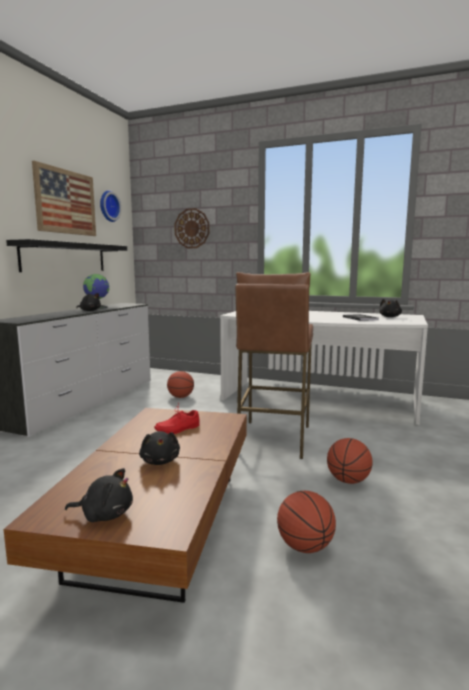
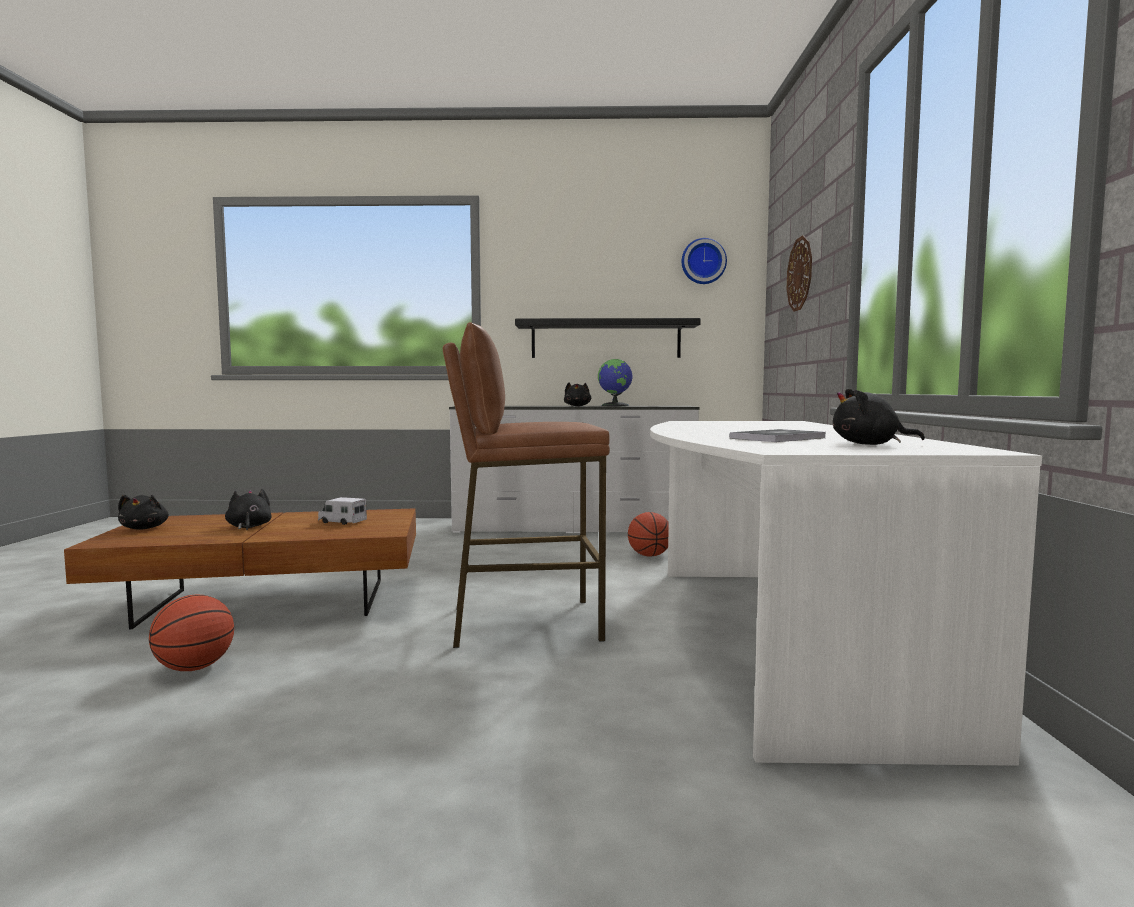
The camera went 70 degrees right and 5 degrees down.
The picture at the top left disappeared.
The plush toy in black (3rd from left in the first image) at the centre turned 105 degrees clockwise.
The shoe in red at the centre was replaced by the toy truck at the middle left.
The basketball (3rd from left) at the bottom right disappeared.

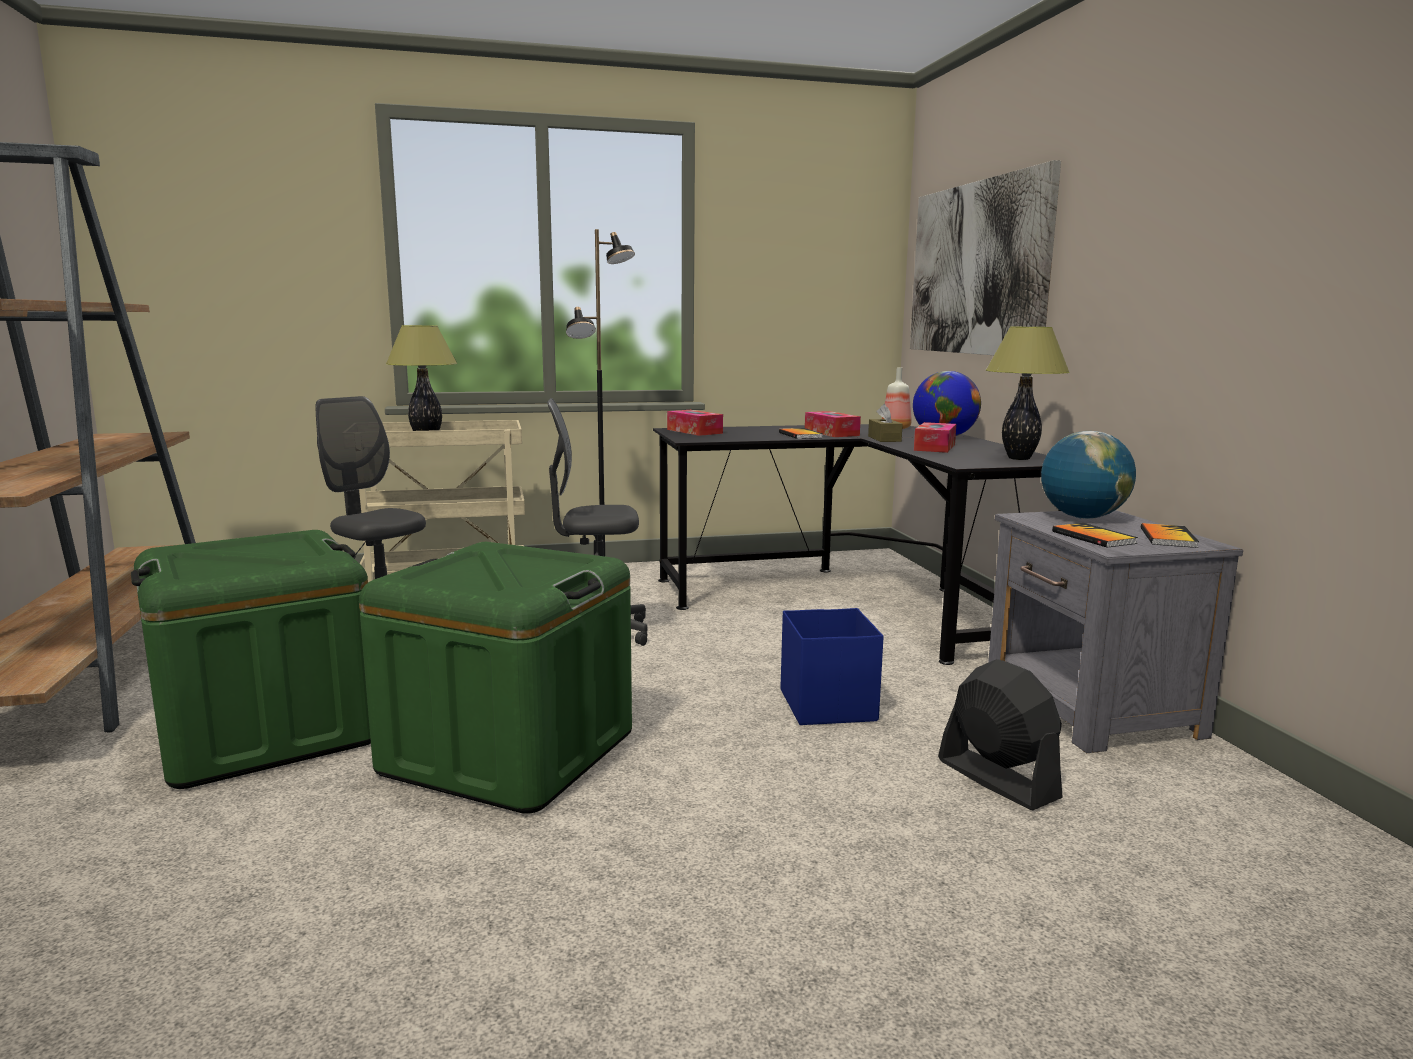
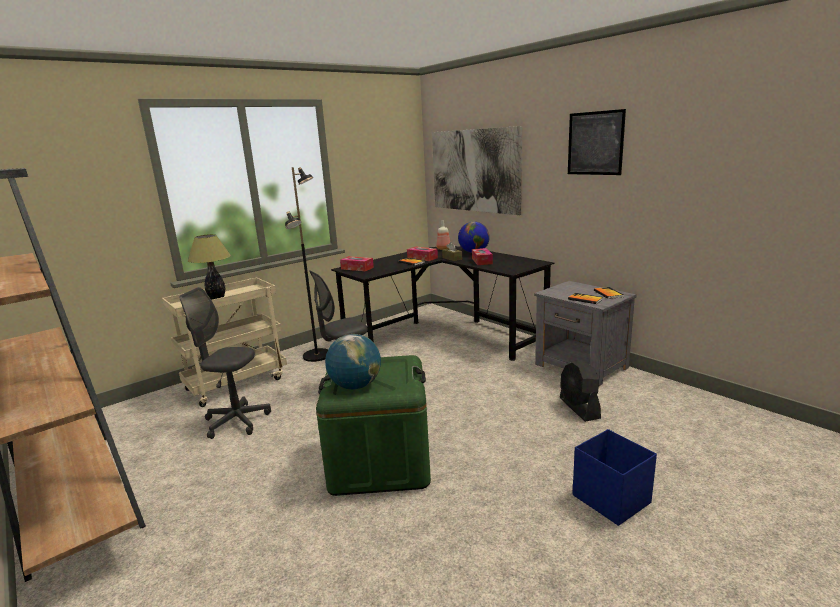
The camera went 25 degrees left and 5 degrees up.
The storage box in green (1st from left) at the middle left disappeared.
The storage box in blue moved from the centre to the bottom right.
The fan in black at the bottom right turned 135 degrees counterclockwise.
The table lamp (2nd from left) at the middle right disappeared.
The globe (2nd from left in the first image) moved from the middle right to the centre.
The picture (2nd from left) at the top right appeared.

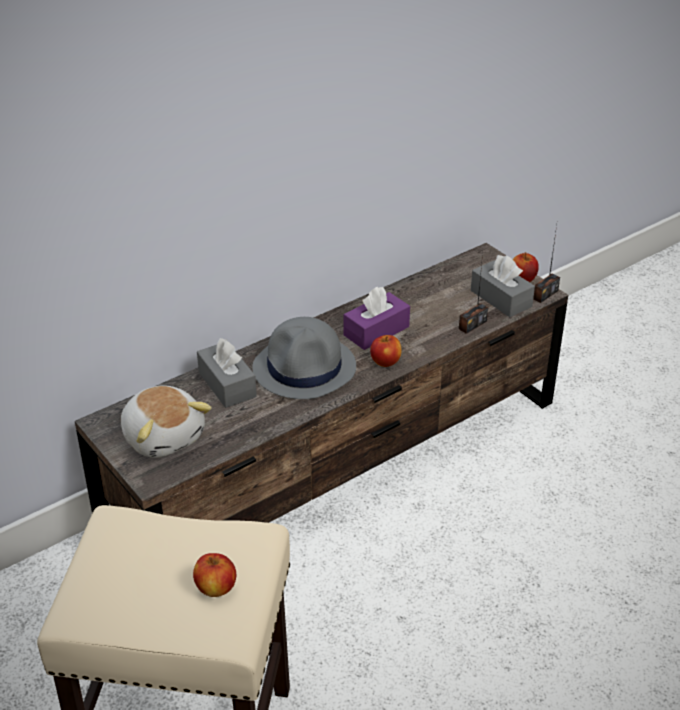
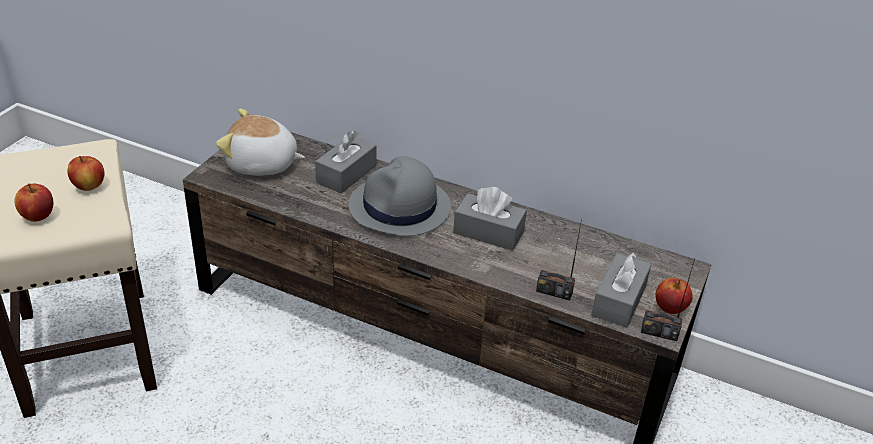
The camera went 60 degrees right and 0 degrees up.
The plush toy at the middle left turned 75 degrees clockwise.
The tissue box in purple at the centre became the tissue box in grey (2nd from left) at the centre.
The apple (2nd from left) moved from the centre to the middle left.

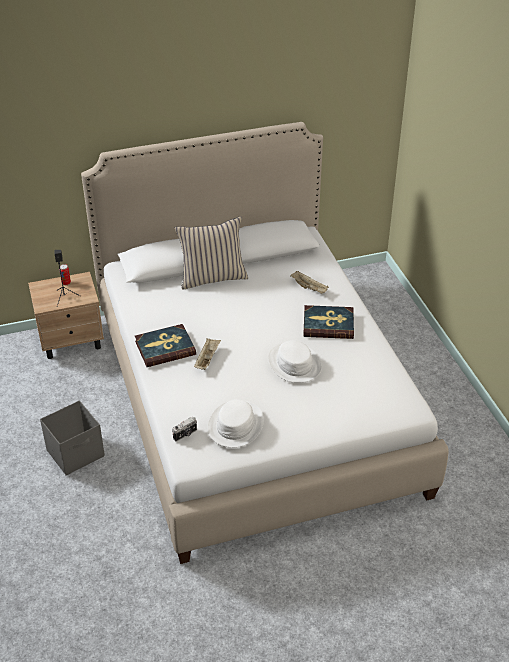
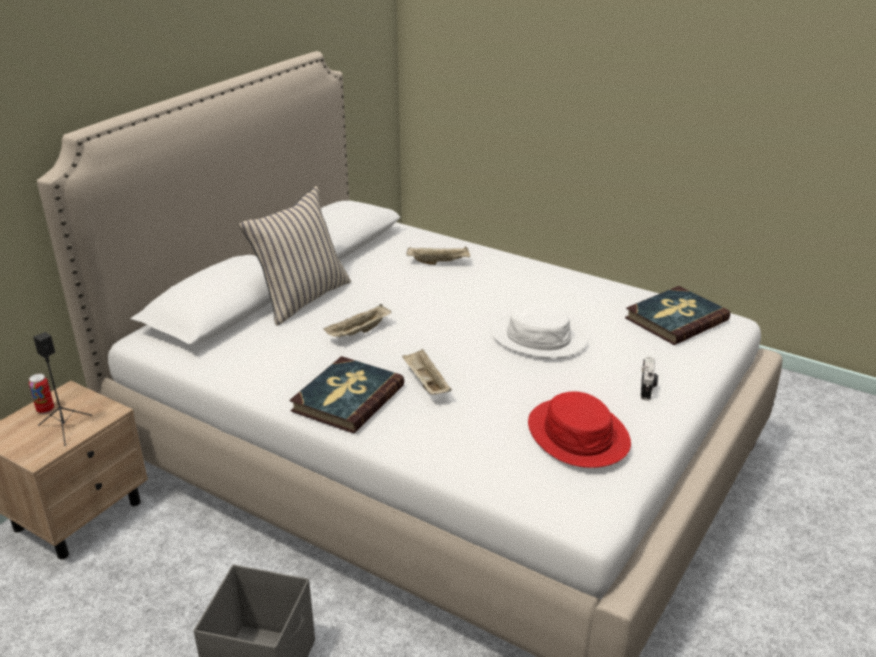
The camera went 40 degrees left and 10 degrees down.
The photo camera moved from the centre to the middle right.
The hat in white (1st from left) at the centre became the hat in red at the centre.
The book (2nd from left) moved from the centre to the middle right.
The tray in beige (1st from left) at the centre appeared.

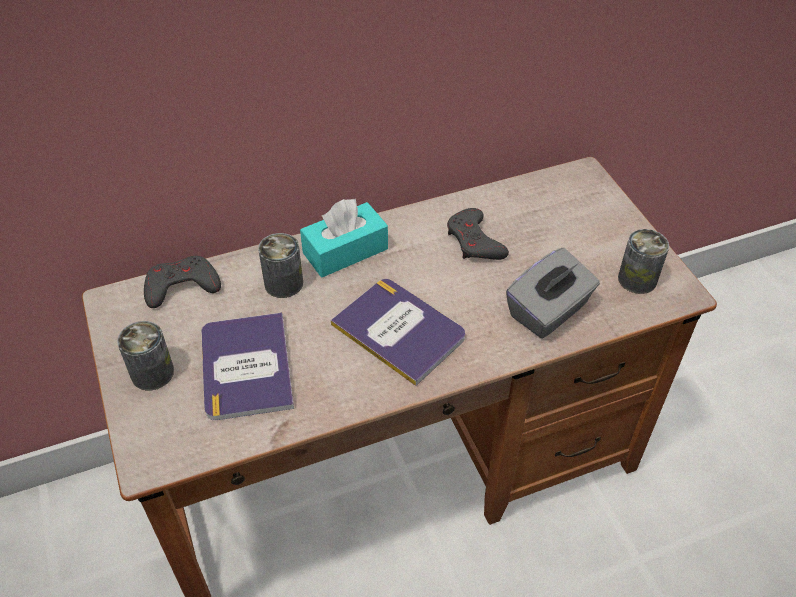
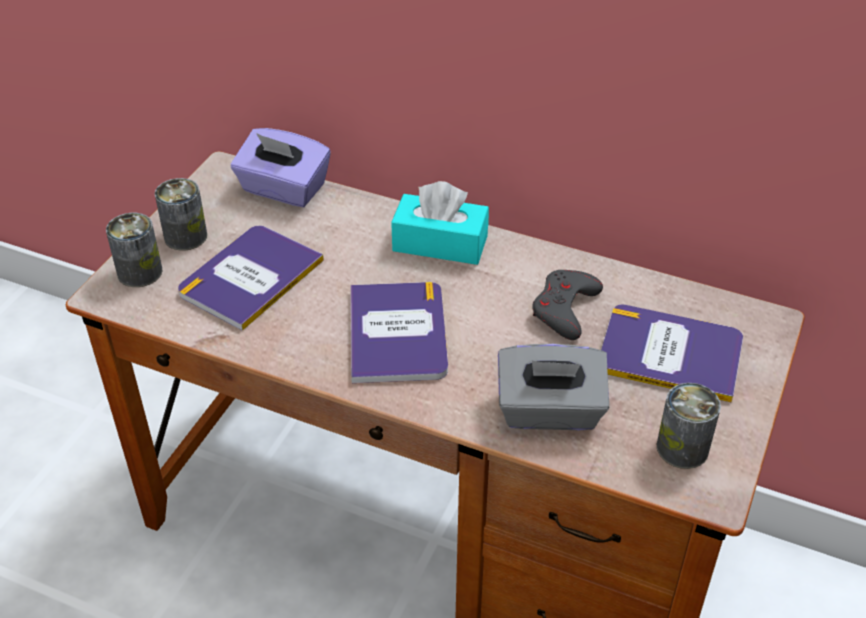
The camera went 45 degrees right and 5 degrees down.
The game controller in grey (1st from left) at the middle left was replaced by the tissue box in purple at the top left.
The can (2nd from left in the first image) moved from the centre to the middle left.
The book (3rd from left) at the middle right appeared.

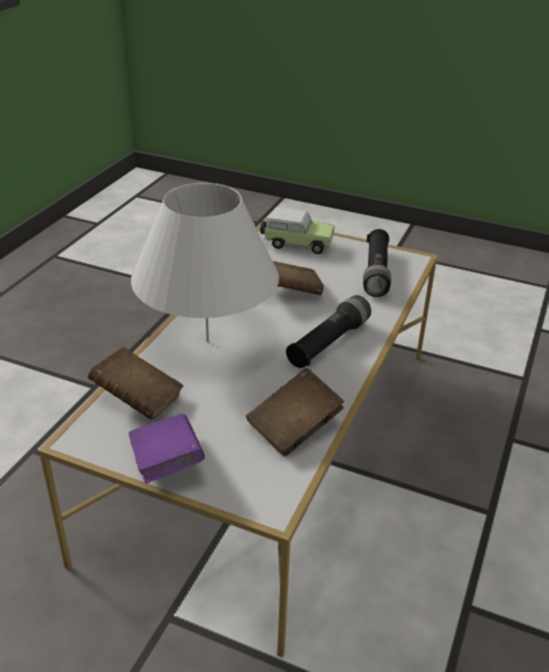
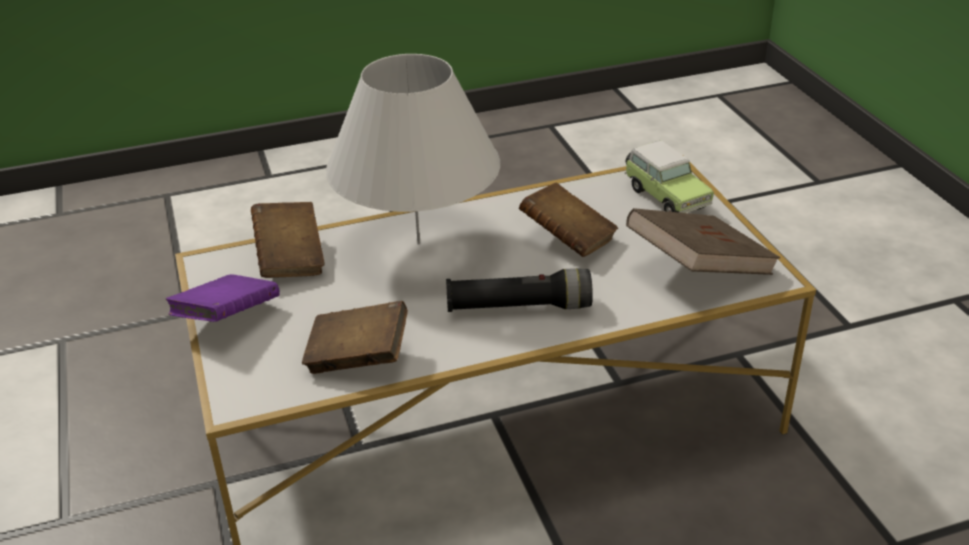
The camera went 50 degrees right and 0 degrees up.
The flashlight in black (2nd from left) at the middle right was replaced by the book in brown (4th from left) at the middle right.

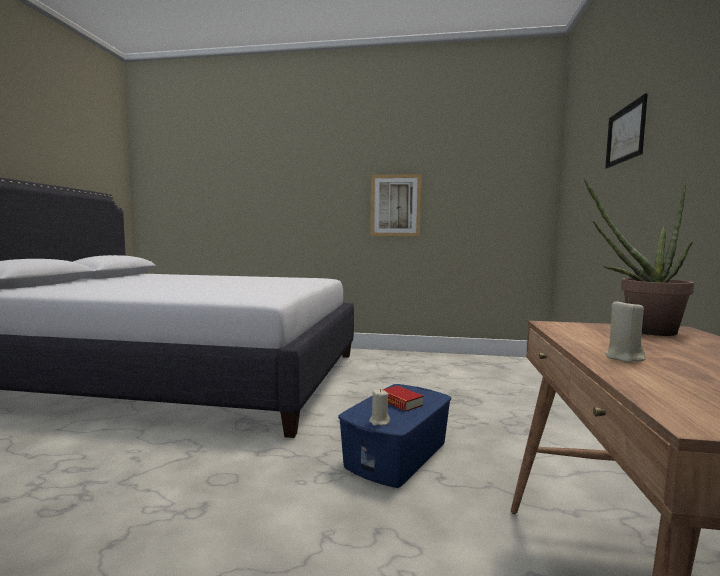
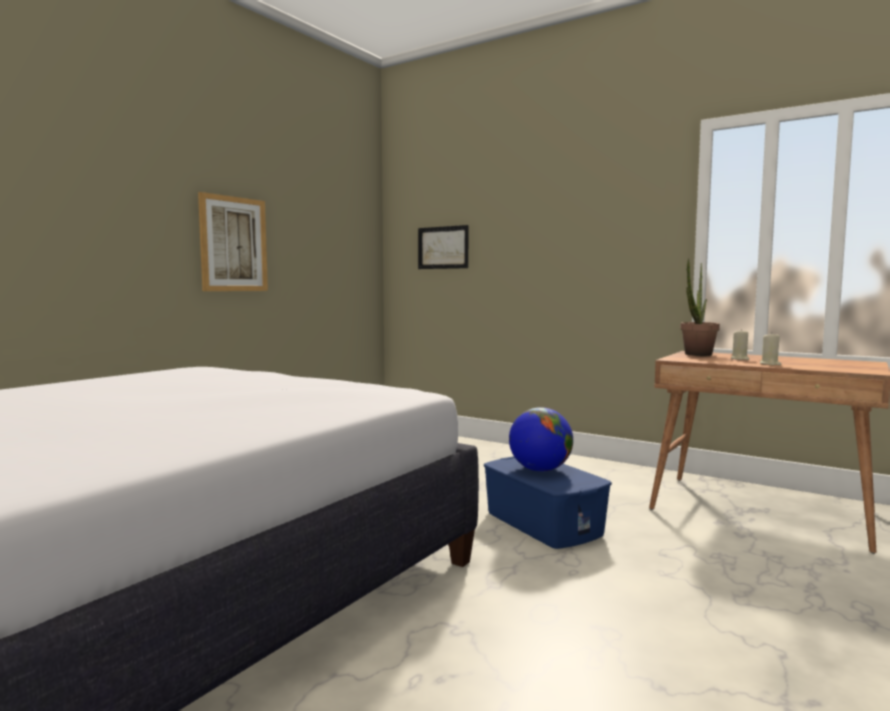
The camera went 65 degrees left and 0 degrees up.
The candle in beige (1st from left) moved from the bottom centre to the middle right.
The book at the bottom centre was replaced by the globe at the centre.
The picture (2nd from left) moved from the top right to the centre.

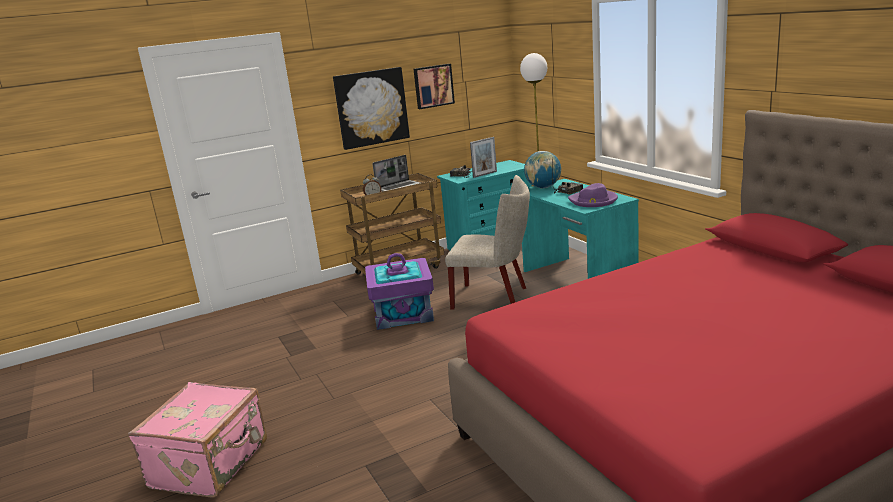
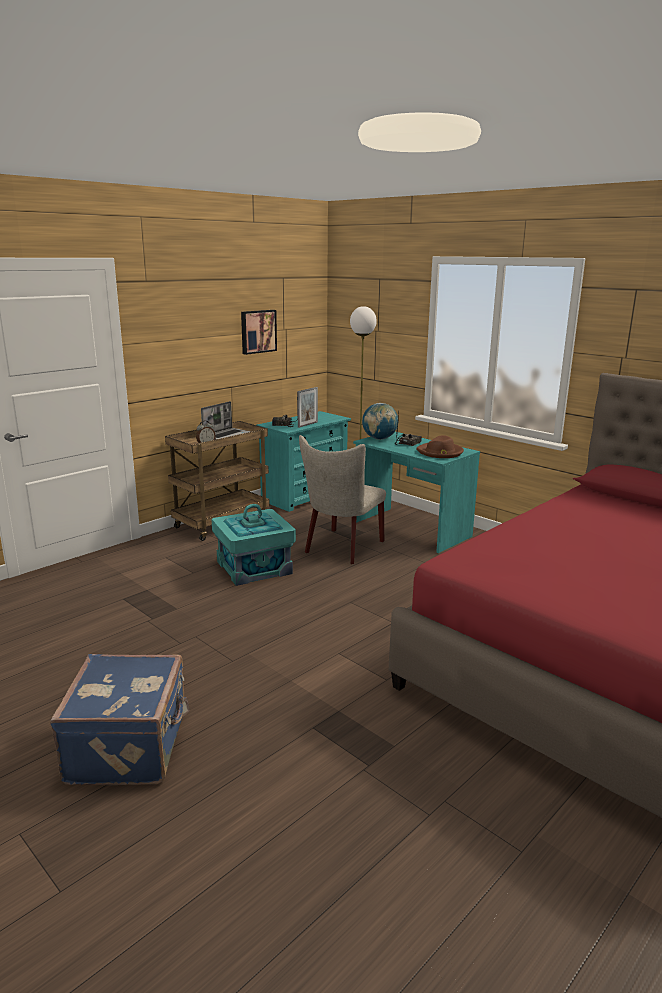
The camera went 20 degrees left and 0 degrees up.
The suitcase in pink at the bottom left became the suitcase in blue at the bottom left.
The picture (1st from left) at the top centre disappeared.
The storage box in purple at the centre became the storage box in turquoise at the centre.
The chair in beige at the centre turned 120 degrees clockwise.
The hat in purple at the centre became the hat in brown at the centre.

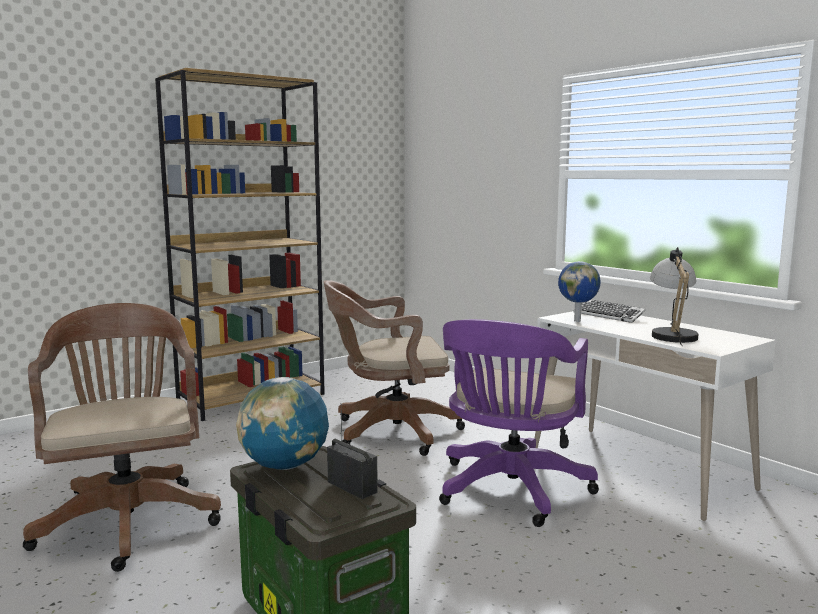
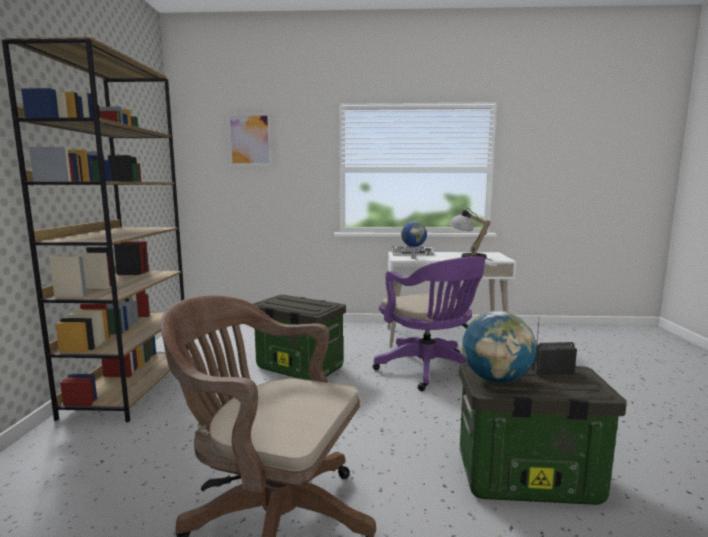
The camera went 50 degrees left and 0 degrees up.
The office chair in brown (2nd from left) at the centre was replaced by the storage box (1st from left) at the centre.
The picture at the top centre appeared.

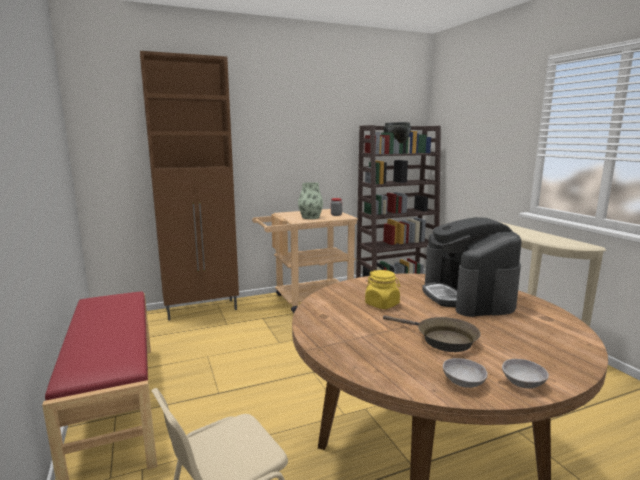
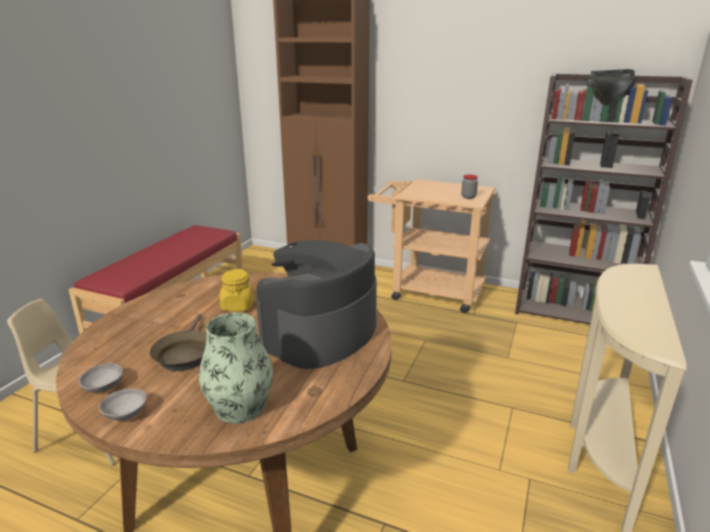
The camera went 45 degrees right and 10 degrees up.
The vase moved from the centre to the bottom left.

